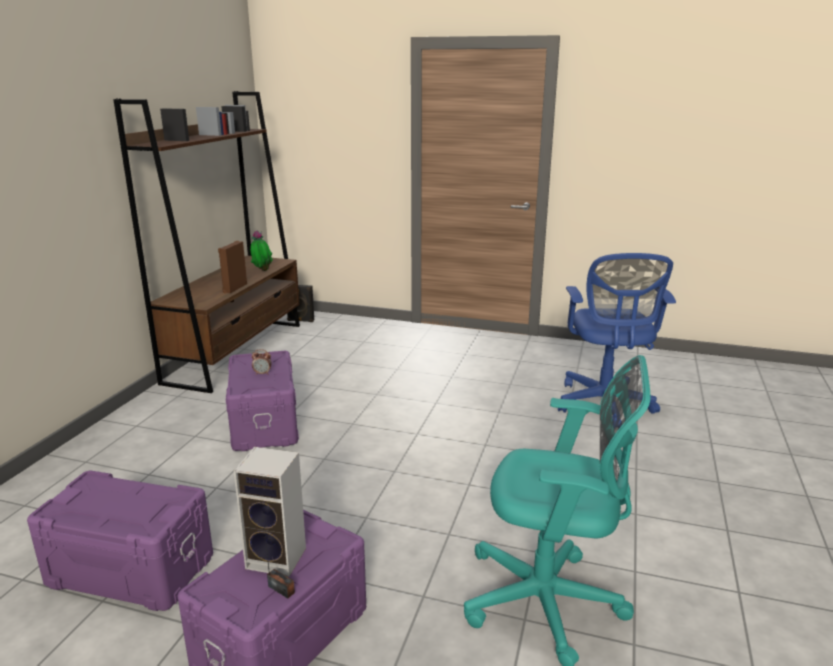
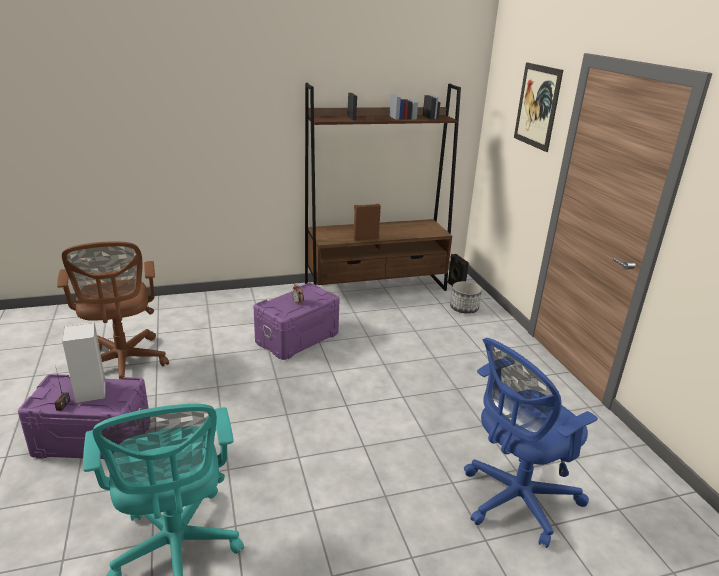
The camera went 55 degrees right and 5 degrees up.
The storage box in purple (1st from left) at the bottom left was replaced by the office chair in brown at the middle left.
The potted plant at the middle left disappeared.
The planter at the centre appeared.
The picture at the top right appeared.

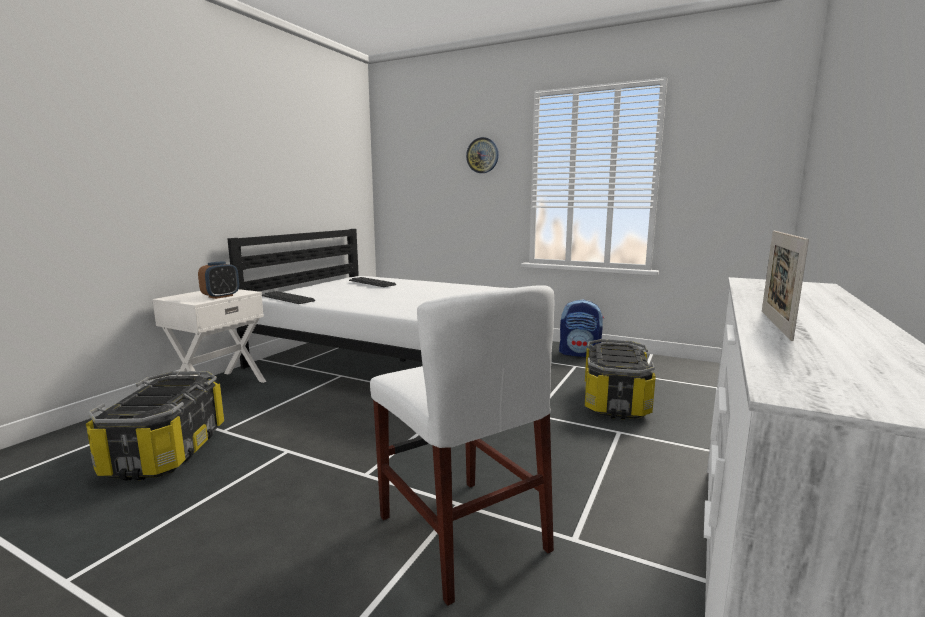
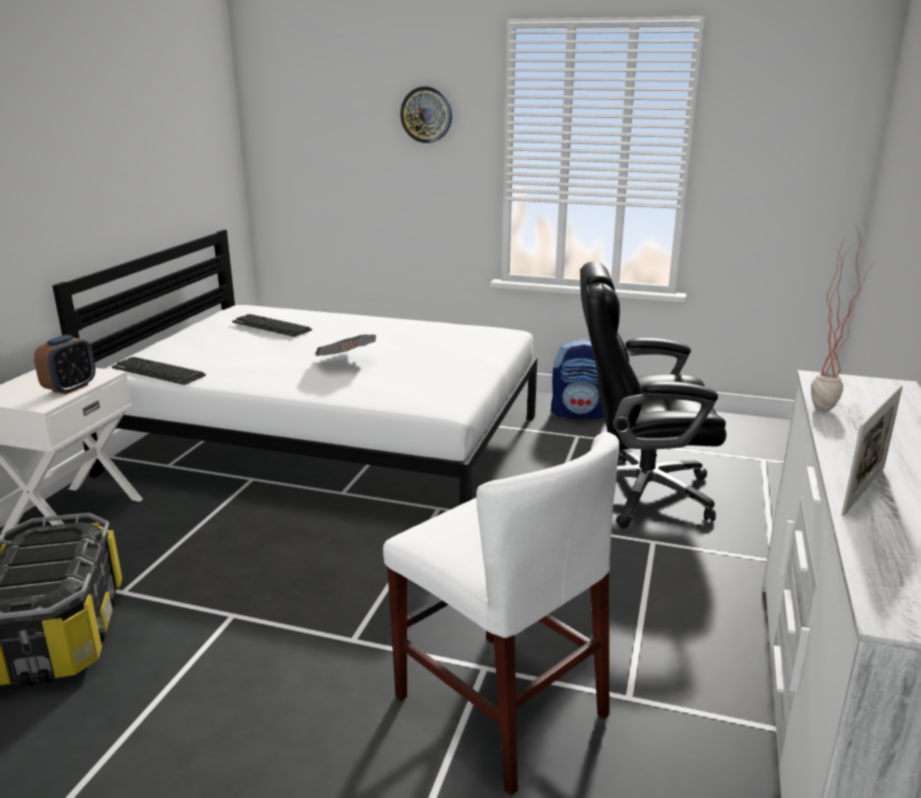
The camera went 10 degrees left and 10 degrees up.
The storage box (2nd from left) at the middle right was replaced by the office chair in black at the middle right.
The picture frame at the middle right turned 150 degrees counterclockwise.
The newspaper at the centre appeared.
The potted plant at the middle right appeared.

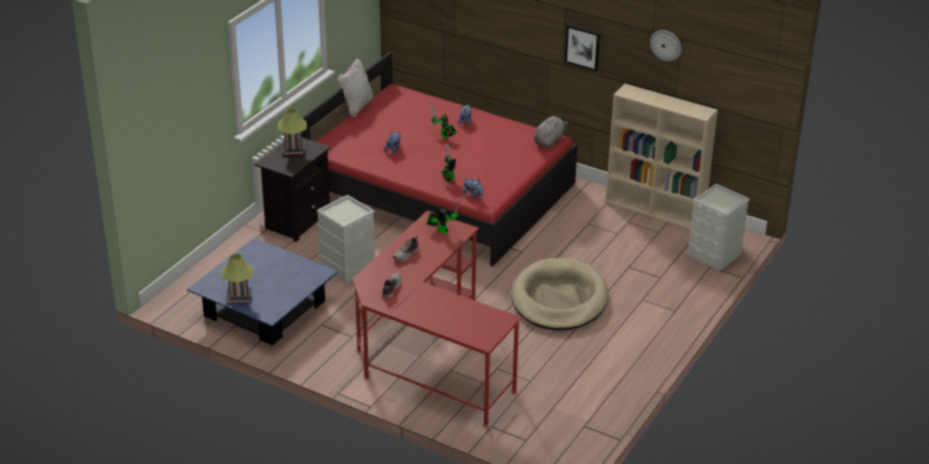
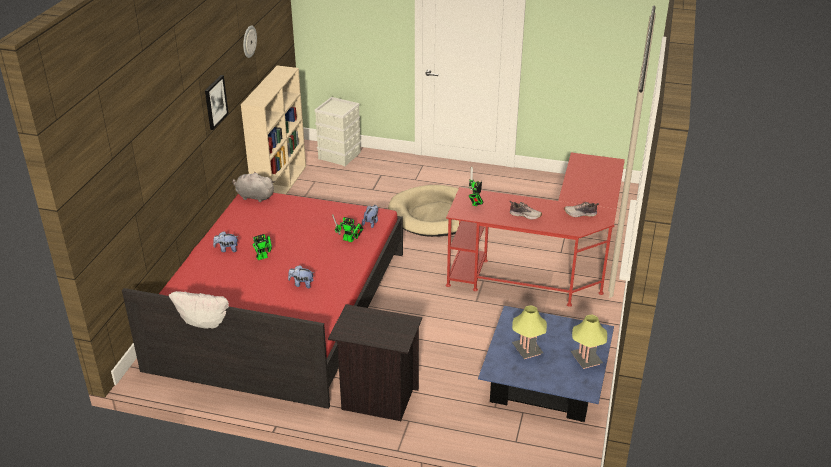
The camera went 105 degrees left and 0 degrees up.
The table lamp (2nd from left in the first image) moved from the top left to the bottom centre.
The storage box in grey (1st from left) at the centre disappeared.

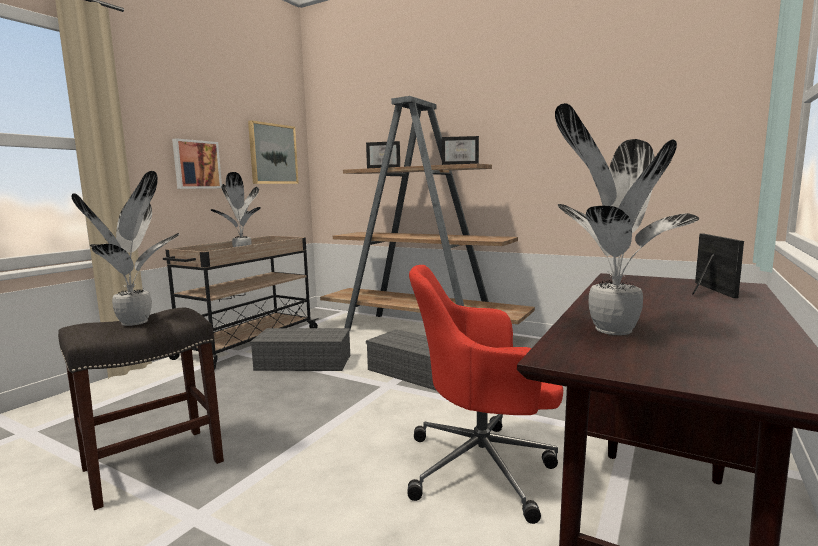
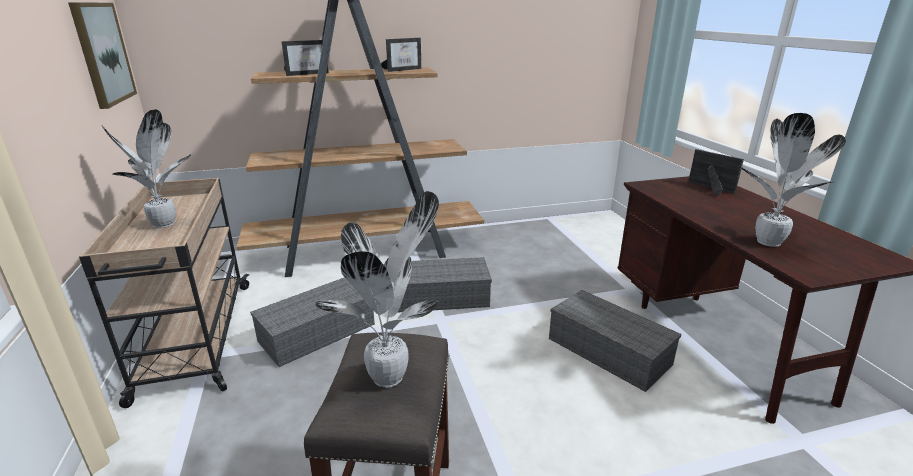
The camera went 45 degrees left and 15 degrees up.
The picture (1st from left) at the top left disappeared.
The office chair in red at the bottom centre was replaced by the storage box in grey (3rd from left) at the bottom right.

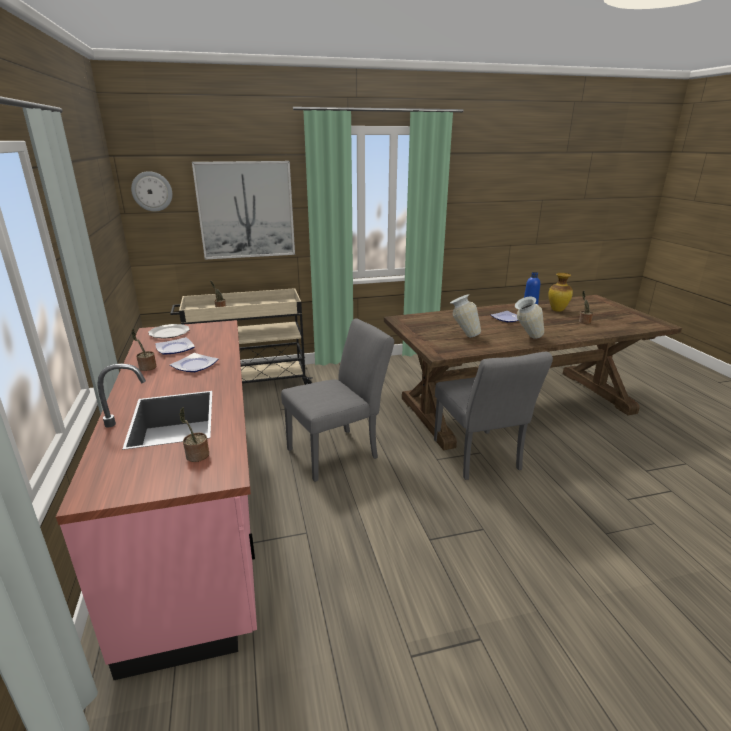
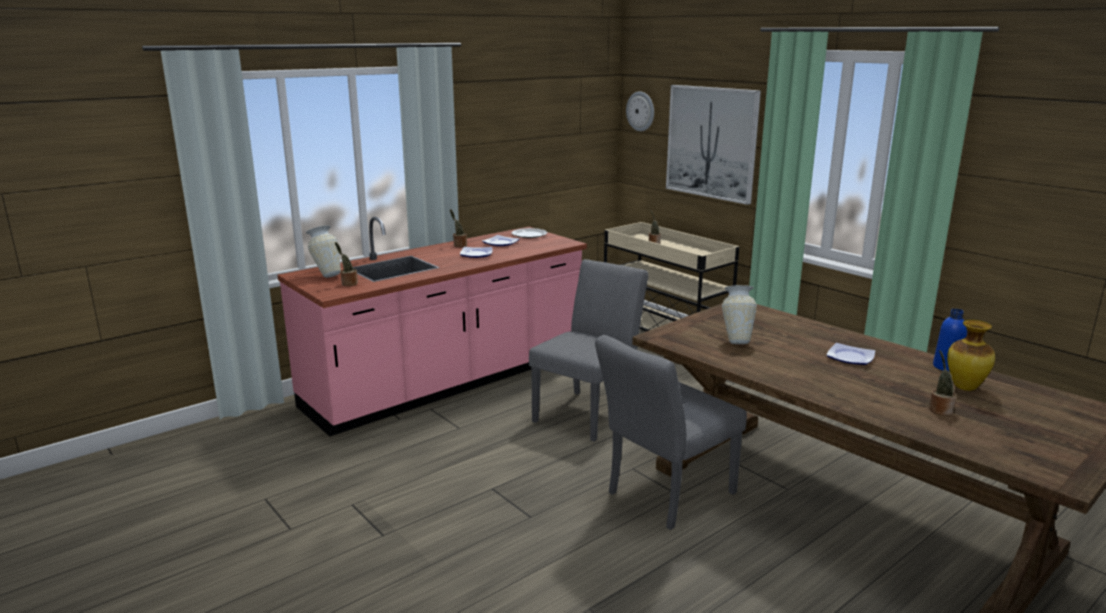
The camera went 65 degrees right and 5 degrees down.
The chair in grey (1st from left) at the centre turned 90 degrees counterclockwise.
The vase (2nd from left in the first image) moved from the middle right to the middle left.

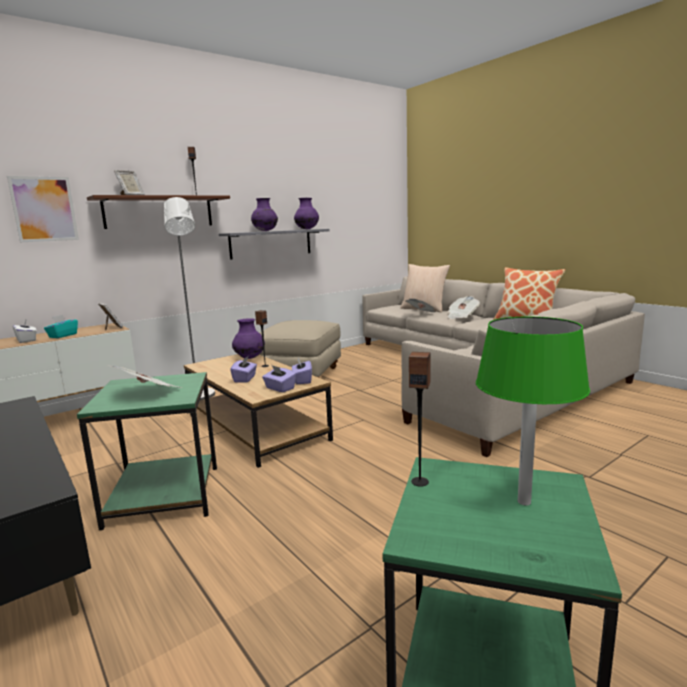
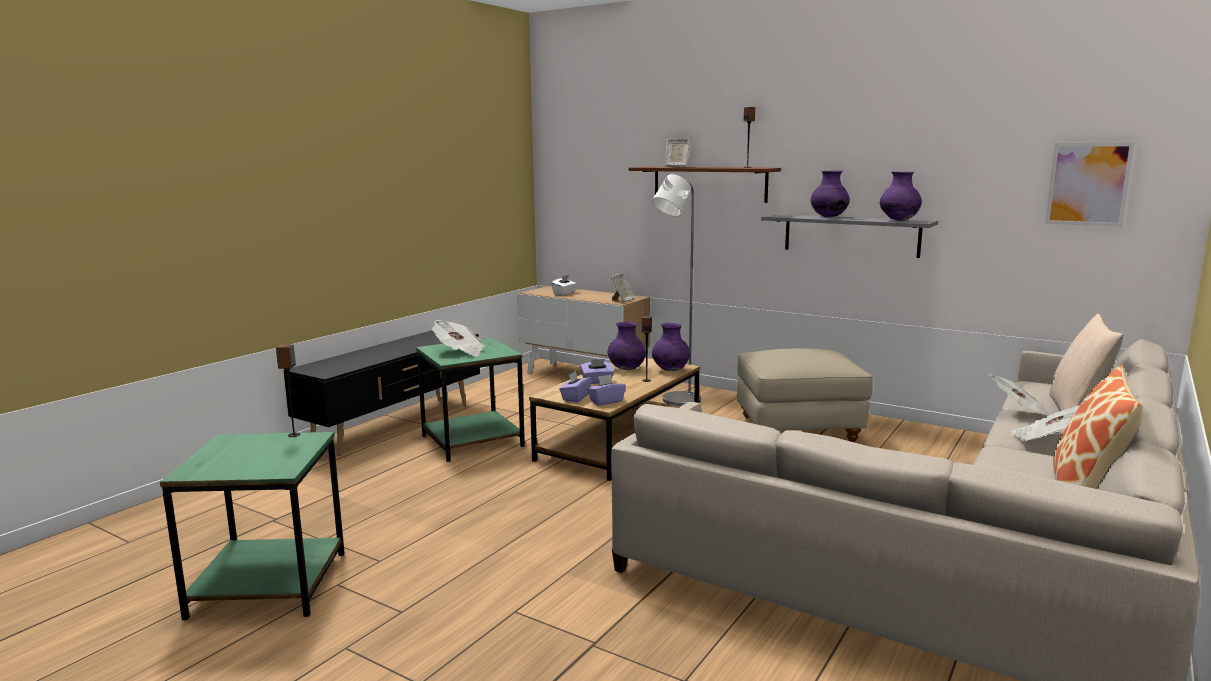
The camera went 70 degrees right and 0 degrees up.
The picture moved from the top left to the top right.
The tissue box in turquoise at the middle left disappeared.
The table lamp in green at the middle right disappeared.
The vase in purple (1st from left) at the centre appeared.

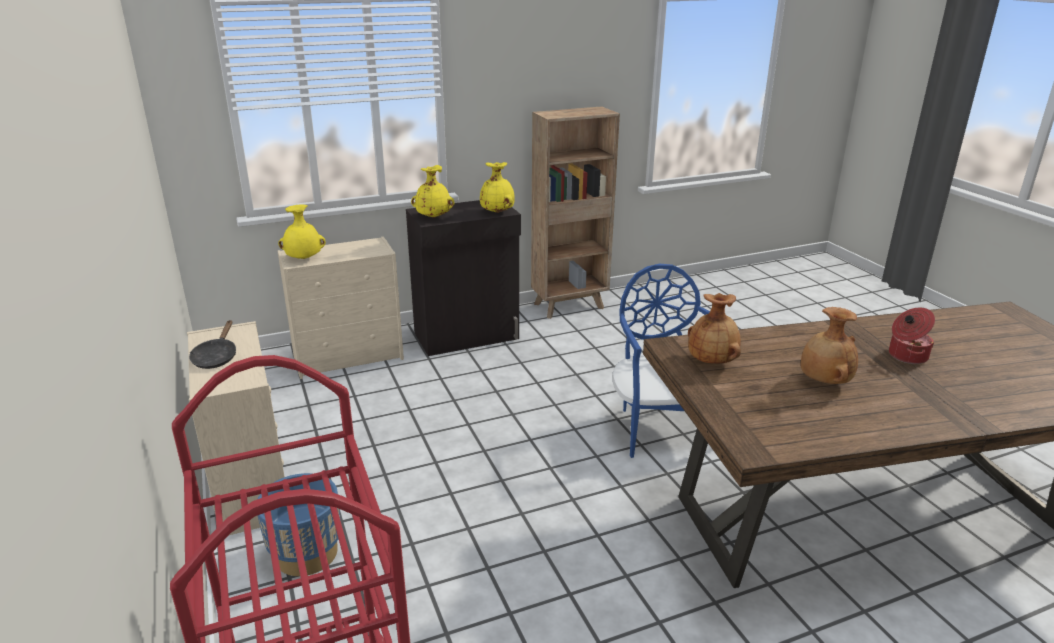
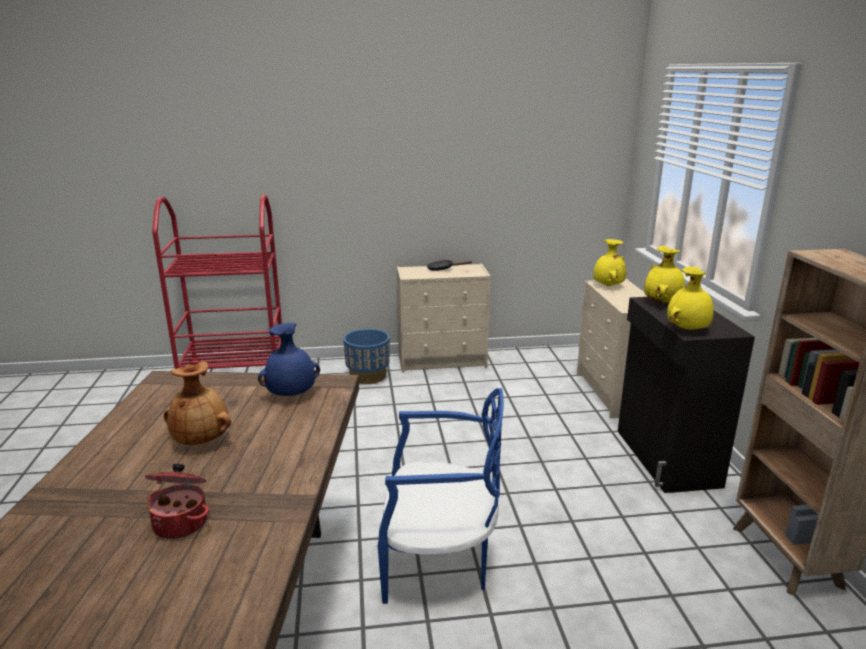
The camera went 105 degrees right and 5 degrees down.
The vase in brown (1st from left) at the middle right became the vase in blue at the centre.

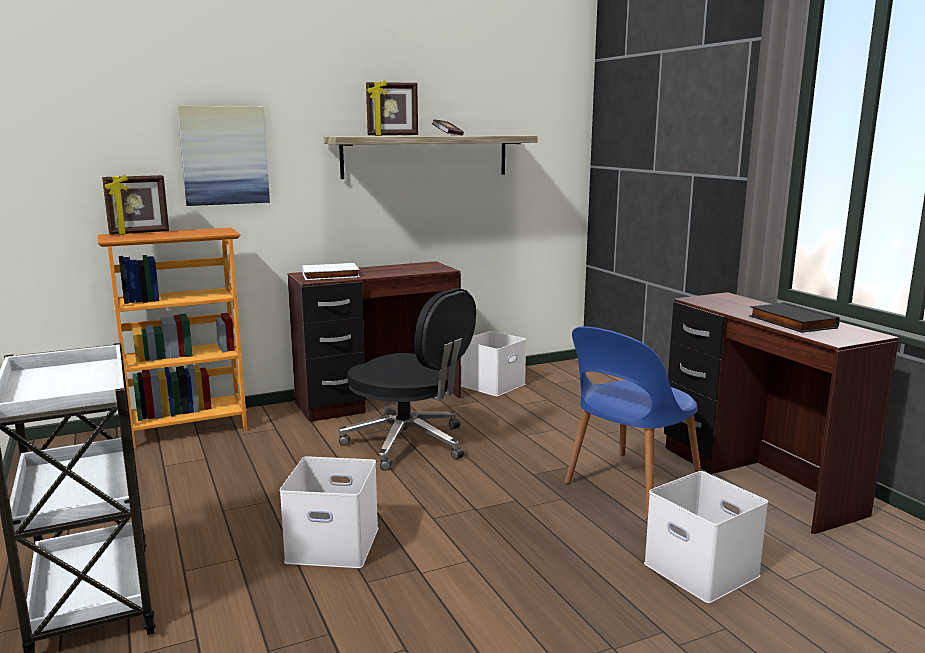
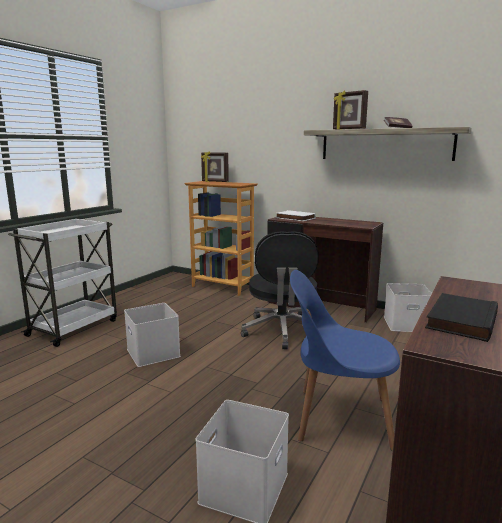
The camera went 55 degrees right and 0 degrees up.
The picture at the top left disappeared.

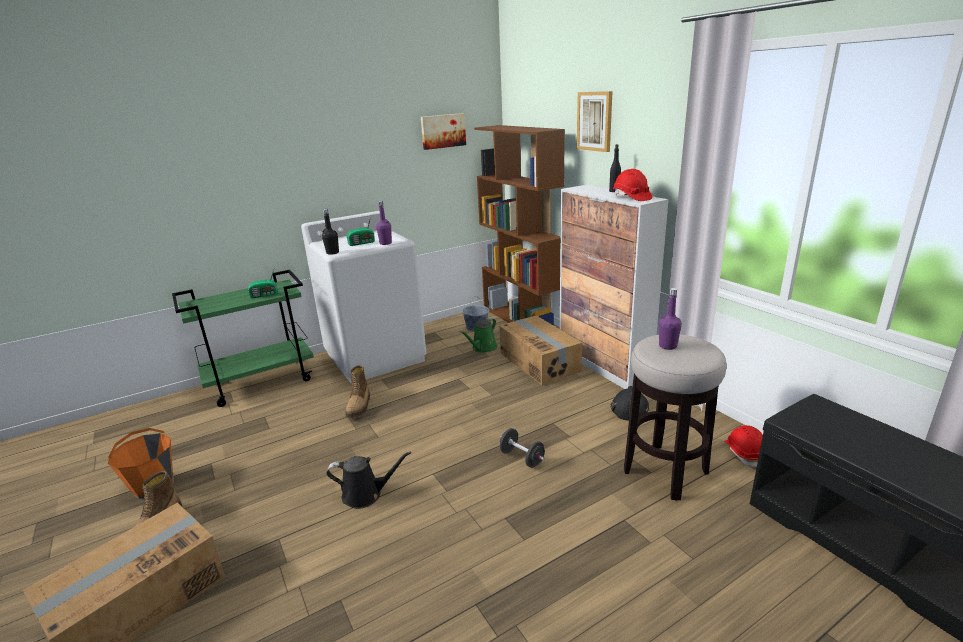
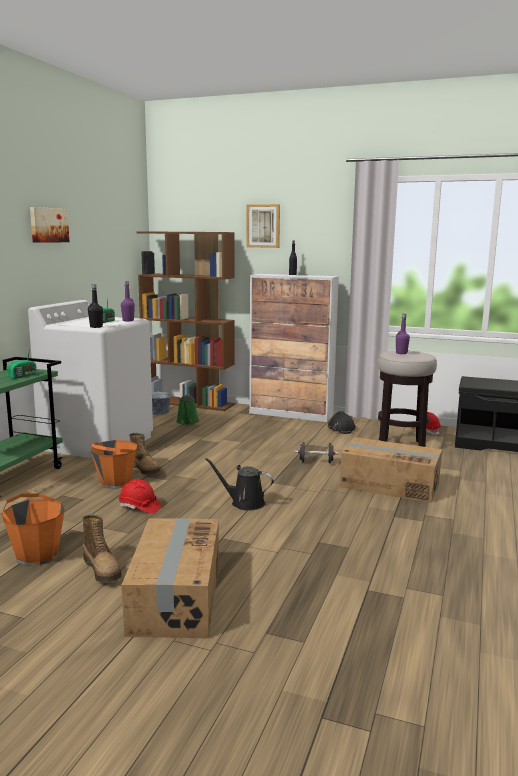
The camera went 40 degrees left and 10 degrees down.
The watering can in black at the bottom centre turned 120 degrees counterclockwise.
The picture (1st from left) moved from the top centre to the top left.
The cardboard box (2nd from left) moved from the centre to the middle right.
The hard hat in red (1st from left) moved from the top centre to the middle left.
The bucket in orange (2nd from left) at the middle left appeared.

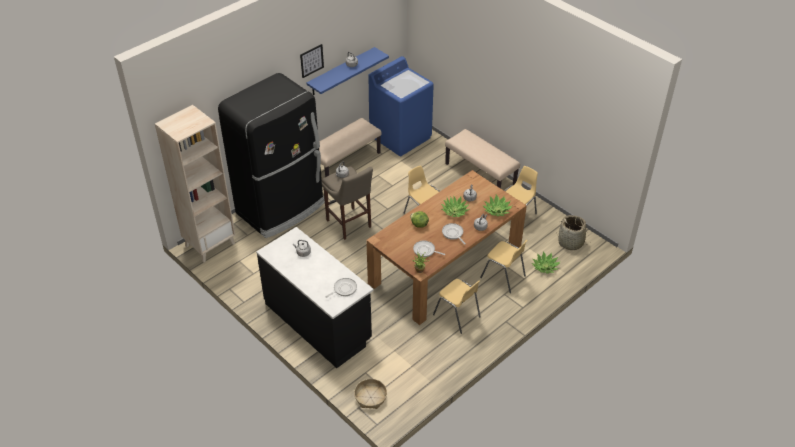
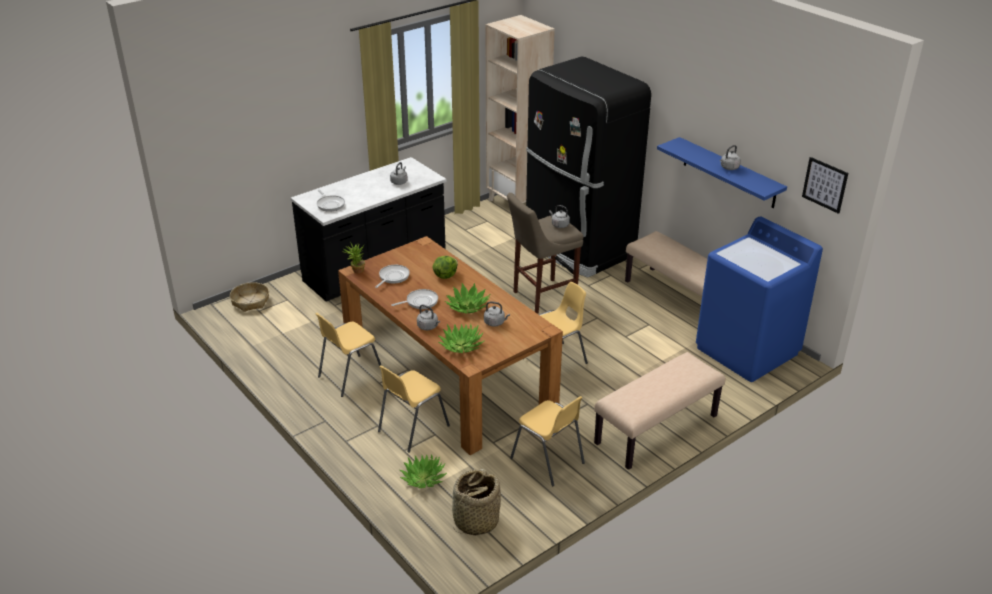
The camera went 95 degrees right and 10 degrees down.
The picture moved from the top centre to the top right.

